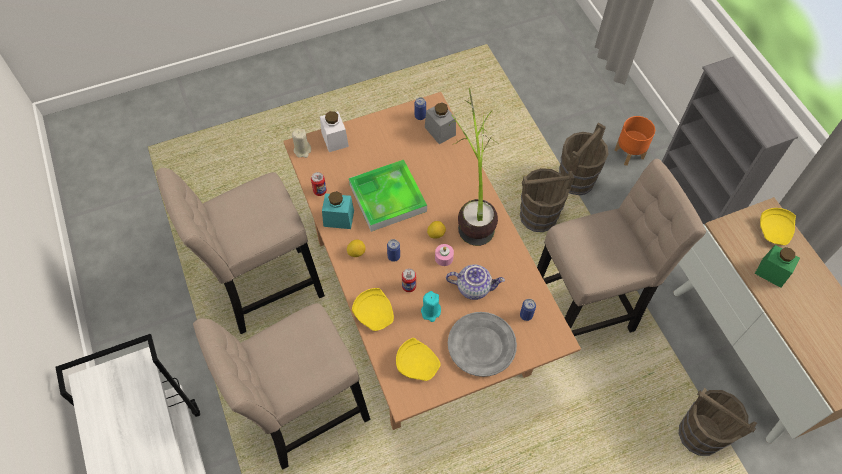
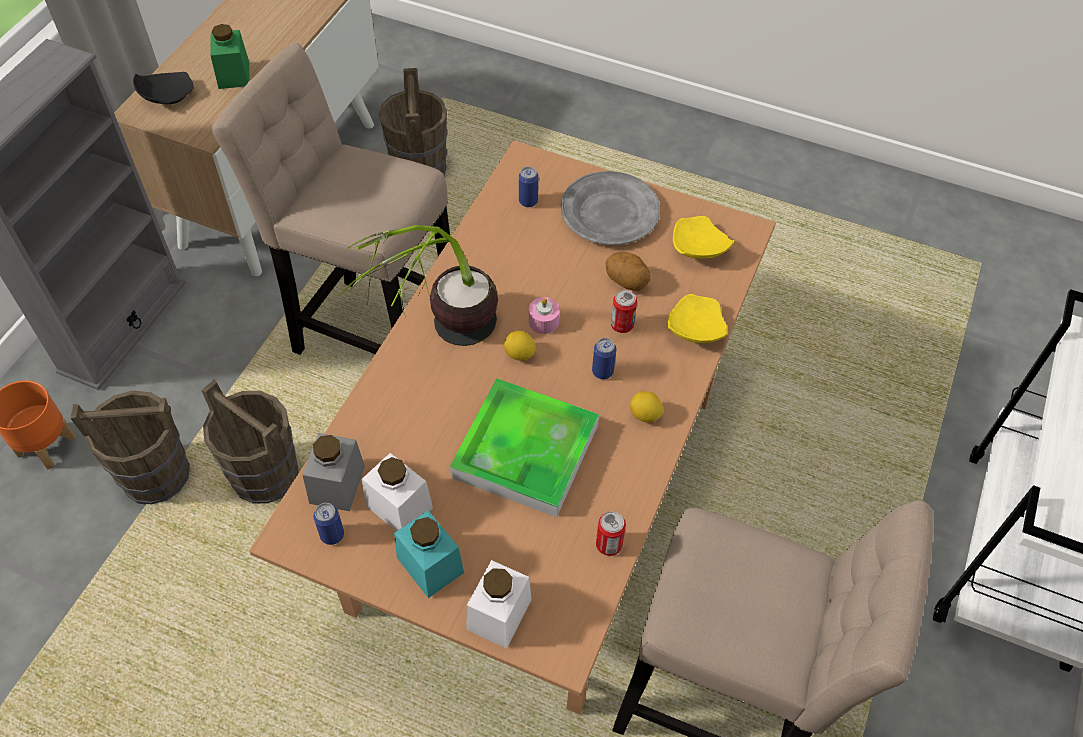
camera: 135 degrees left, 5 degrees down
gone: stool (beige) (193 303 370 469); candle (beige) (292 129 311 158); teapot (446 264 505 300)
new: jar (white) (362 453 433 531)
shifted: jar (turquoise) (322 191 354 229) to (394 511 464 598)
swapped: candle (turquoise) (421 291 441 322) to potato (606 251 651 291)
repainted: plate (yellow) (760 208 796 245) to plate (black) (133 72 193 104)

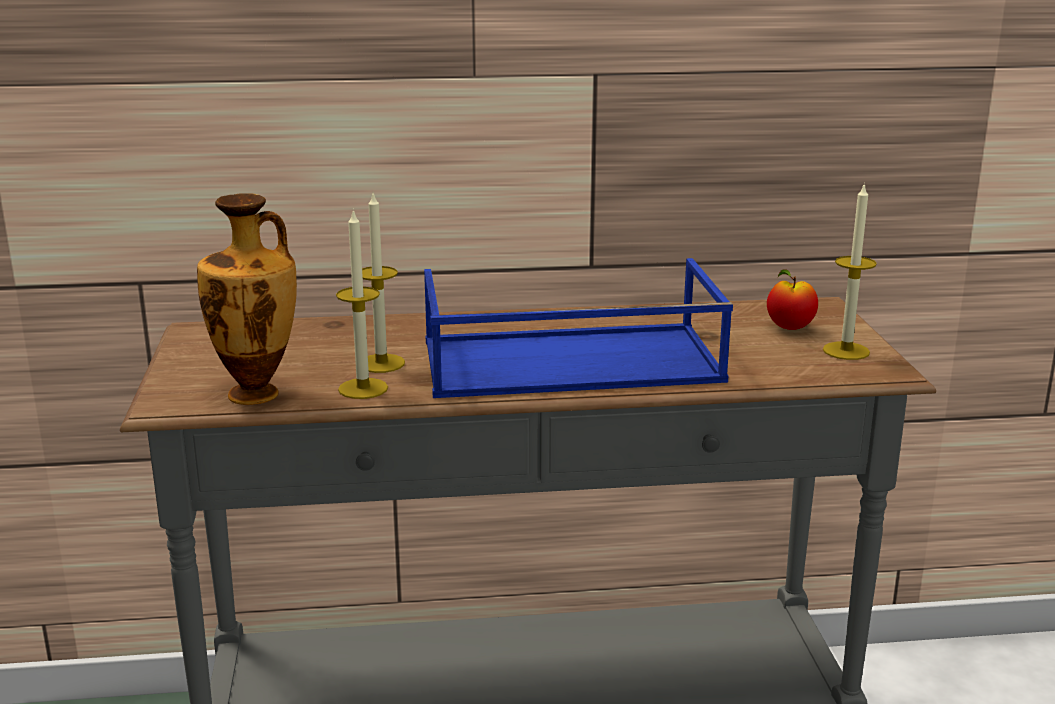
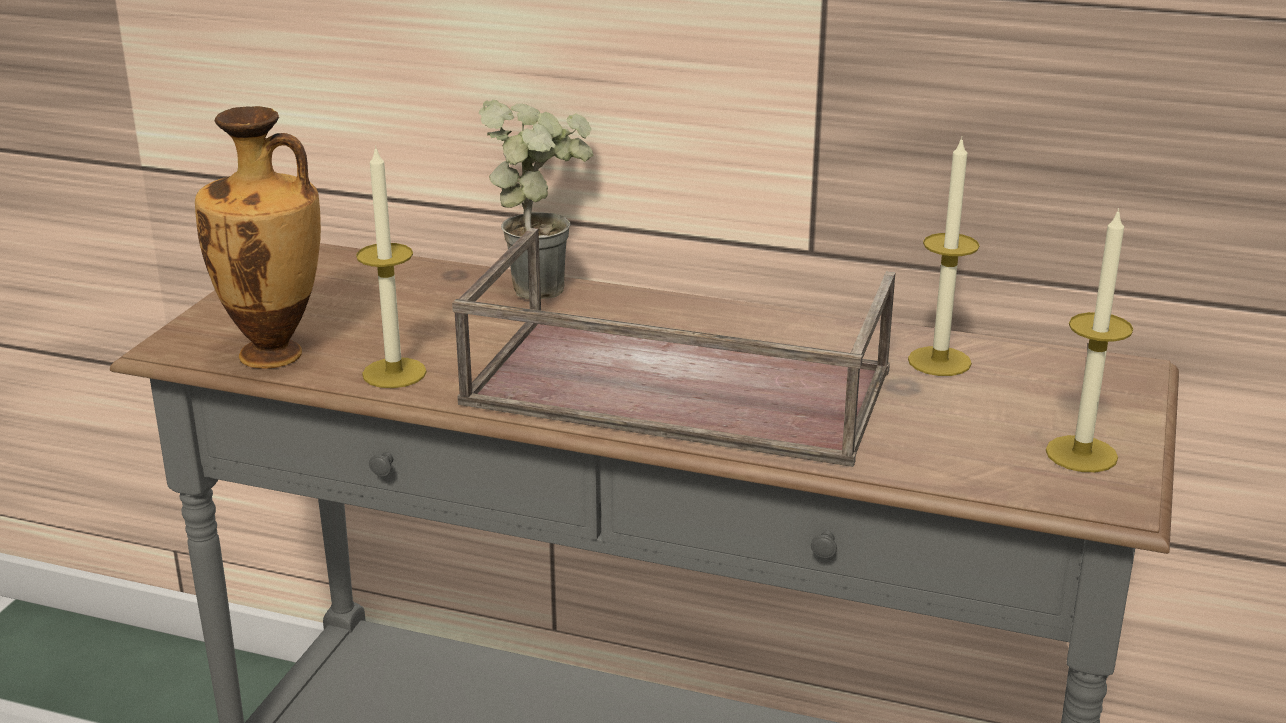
camera: 25 degrees right, 5 degrees up
gone: apple (767 269 818 330)
new: potted plant (479 99 594 299)
shifted: candle (362 194 405 373) to (908 137 980 376)
repainted: tray (blue) (424 258 733 398) to tray (brown) (452 228 896 467)

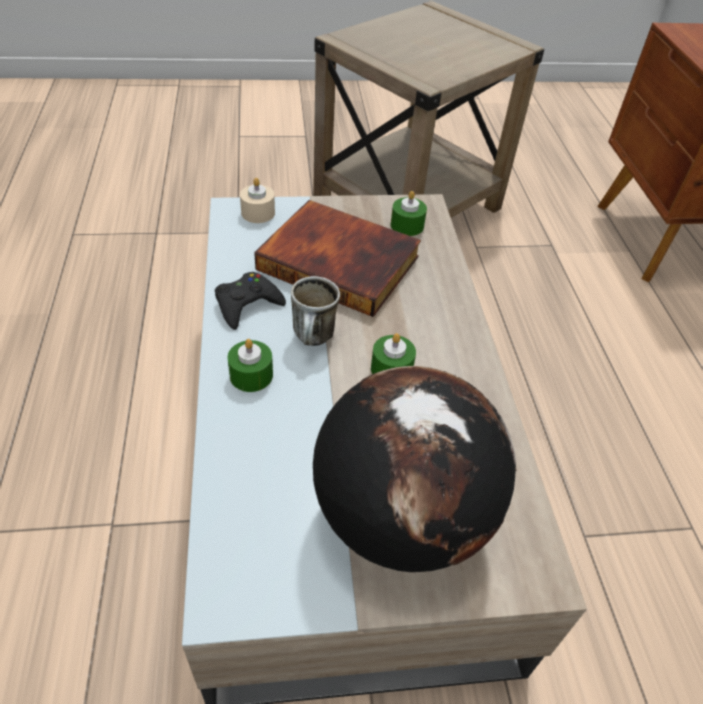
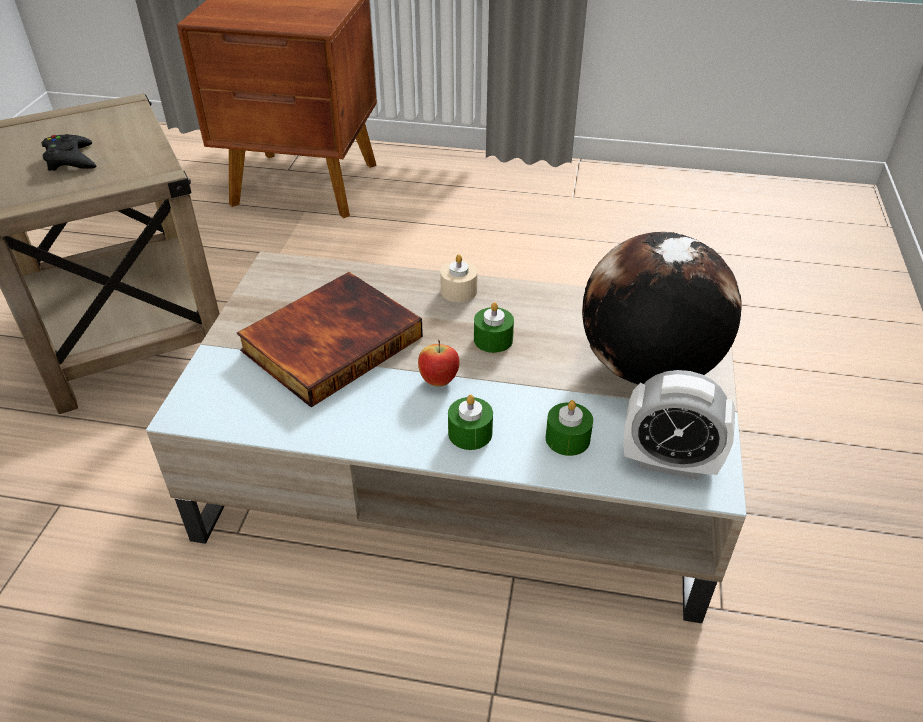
camera: 70 degrees left, 5 degrees down
new: alarm clock (623 370 735 480)
shifted: game controller (black) (215 272 286 330) to (42 134 96 171); candle (beige) (240 178 275 223) to (440 254 478 302); candle (green) (391 191 427 236) to (546 400 593 456)
swapped: mug (291 276 340 346) to apple (418 340 460 387)

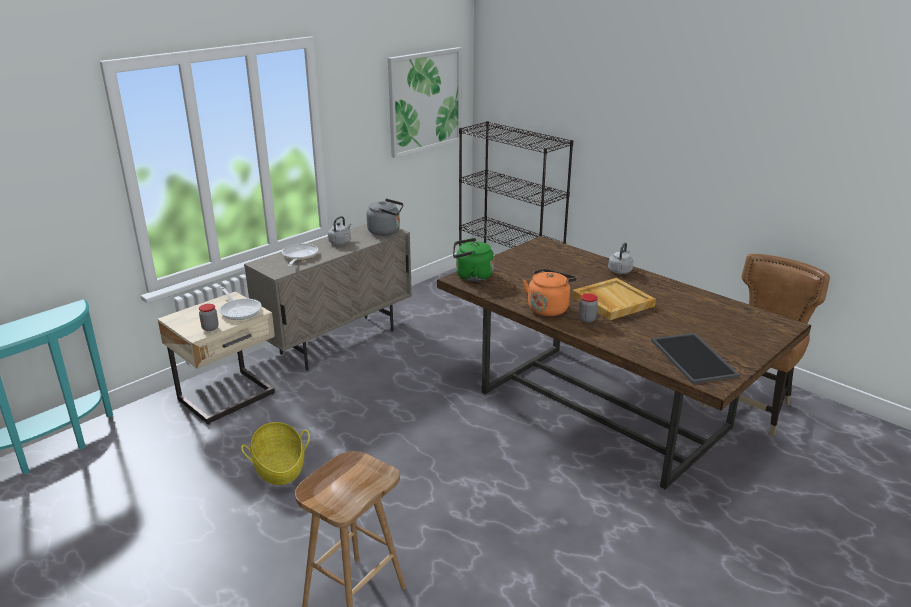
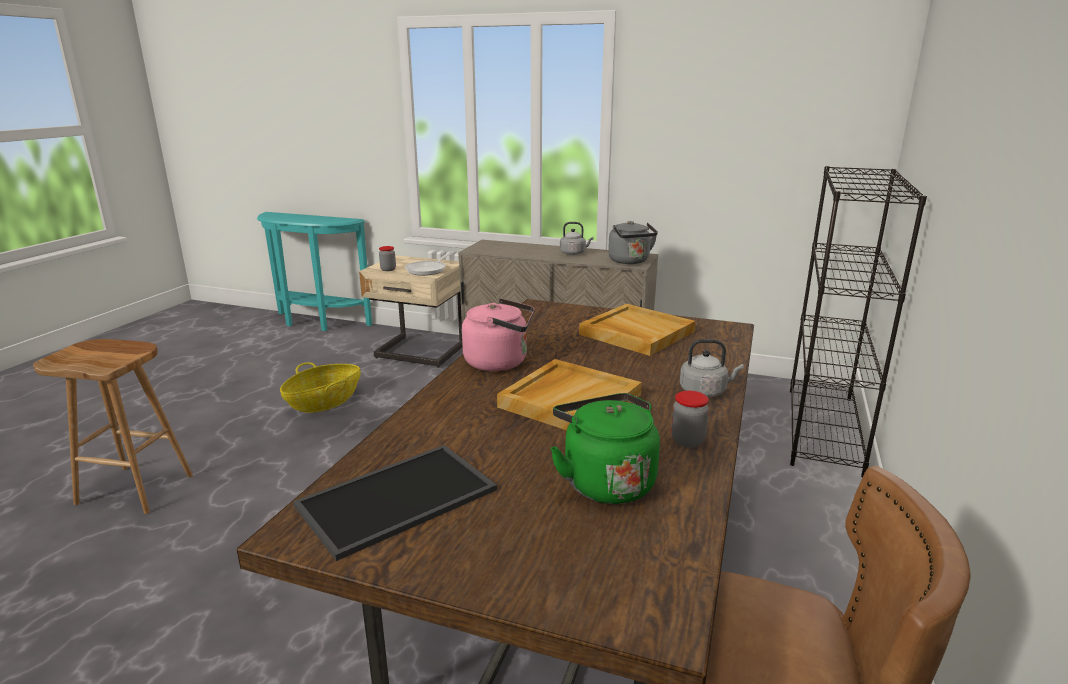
camera: 65 degrees right, 5 degrees down
gone: frying pan (282 244 318 267); picture (388 47 462 158)
new: tray (beige) (579 304 695 356)
shifted: kettle (green) (453 238 494 281) to (550 393 660 504); jar (579 293 598 323) to (671 391 709 448)
repainted: kettle (orange) (522 268 577 316) to kettle (pink) (462 298 534 371)

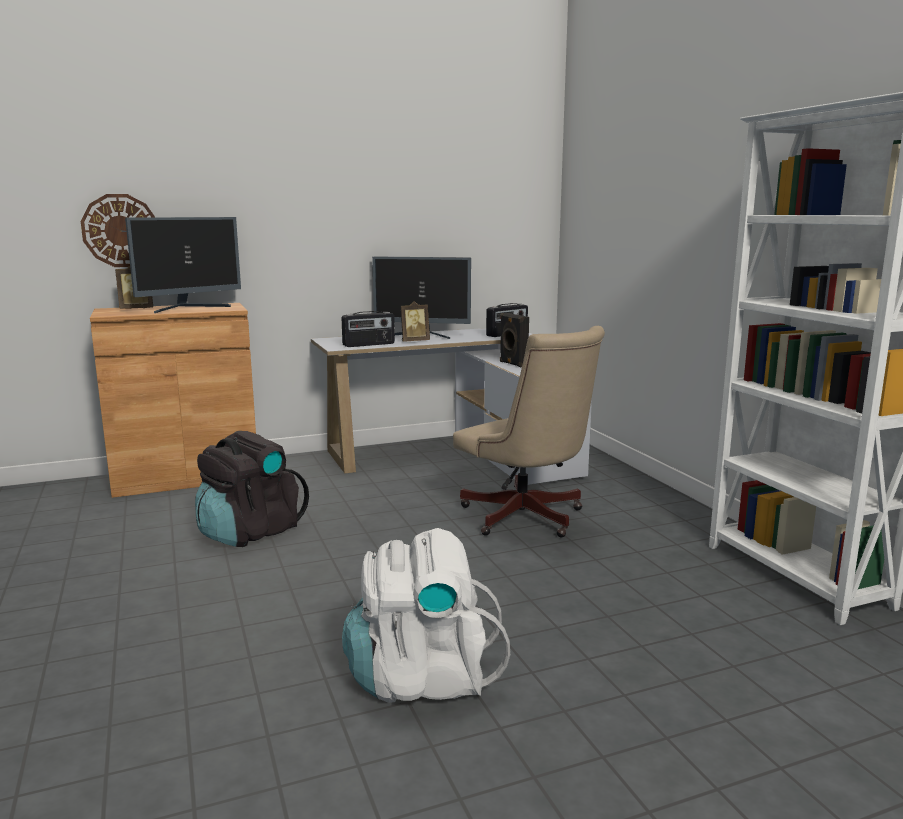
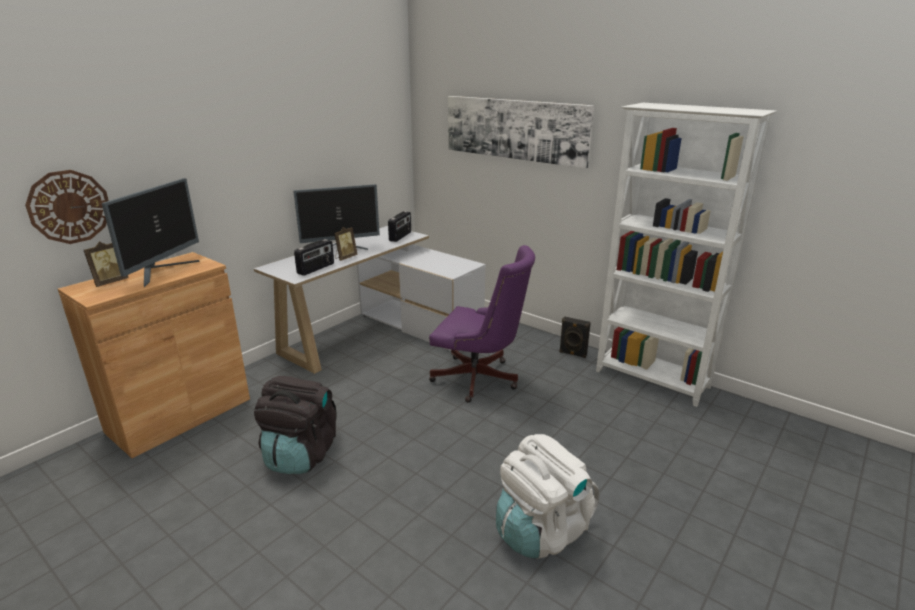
camera: 30 degrees left, 10 degrees up
new: picture (448 96 594 168)
shifted: speaker (black) (500 313 529 368) to (559 316 591 358)
repainted: office chair (beige) (453 326 605 537) to office chair (purple) (429 245 535 403)

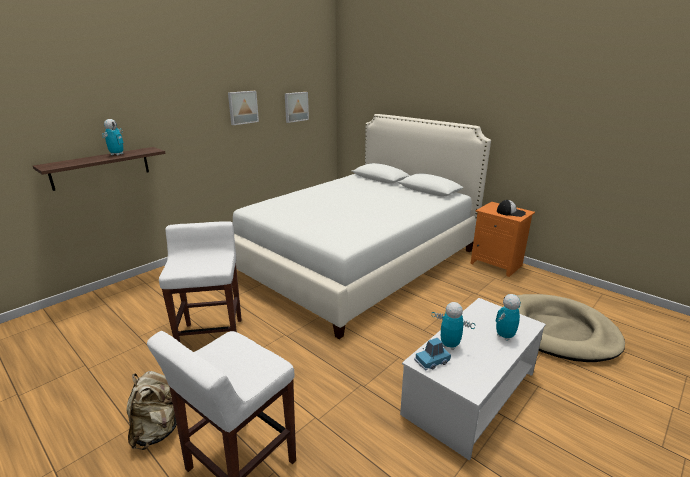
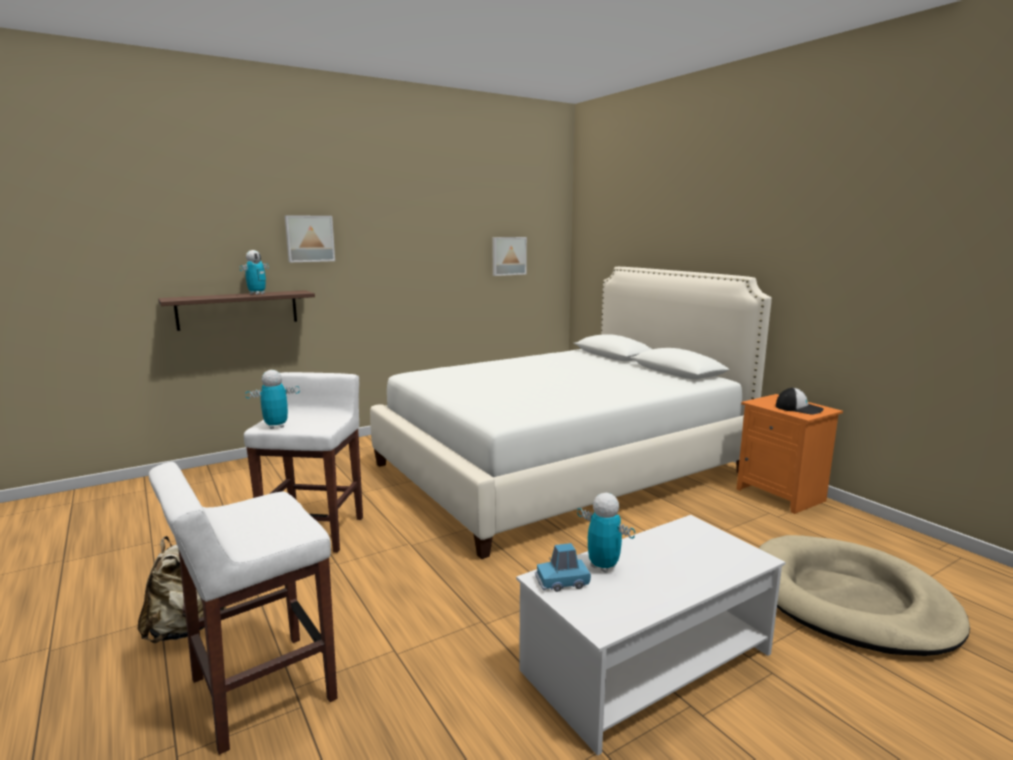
camera: 15 degrees right, 10 degrees down
shifted: picture (228 91 259 125) to (285 215 335 263); toy robot (496 294 521 341) to (245 370 300 429)

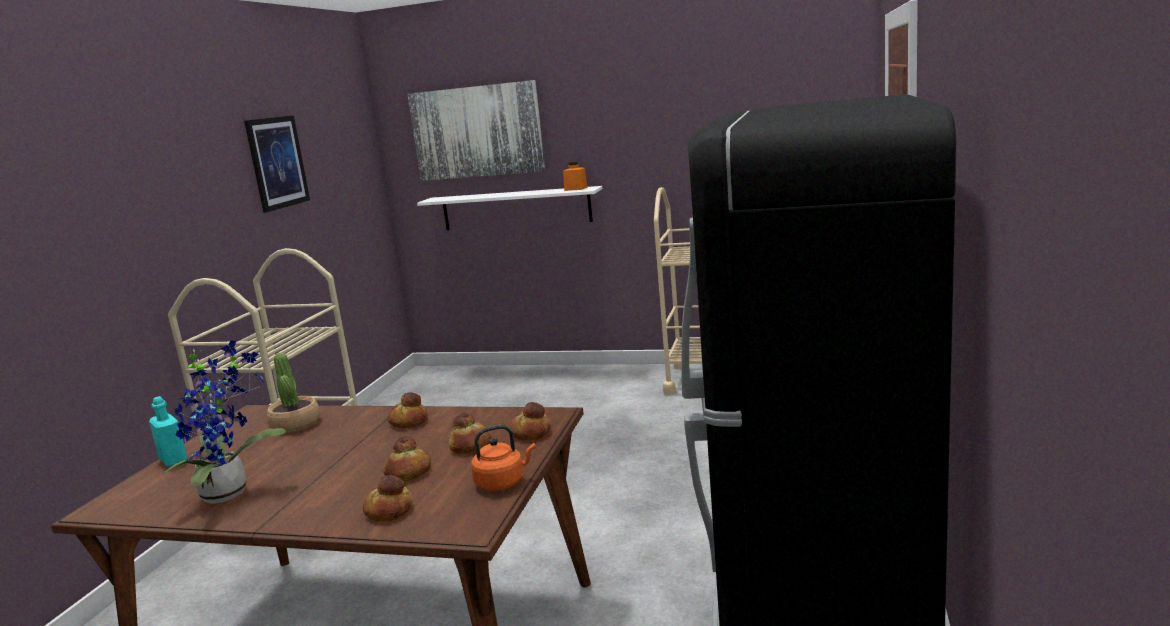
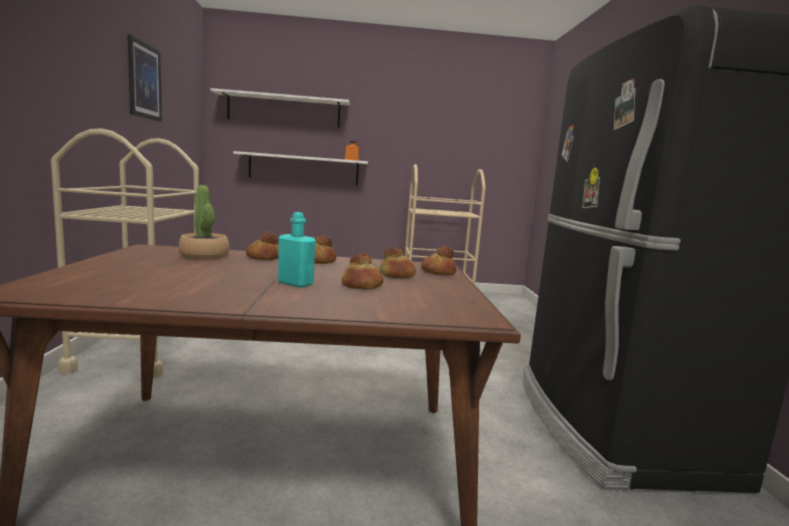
camera: 20 degrees left, 5 degrees down
gone: potted plant (163 340 286 504); kettle (orange) (471 425 536 491)
shifted: bottle (turquoise) (149 396 188 467) to (278 212 316 288); bread (363 475 413 522) to (246 231 279 260)
swapped: picture (407 80 546 181) to shelf (white) (210 88 350 128)

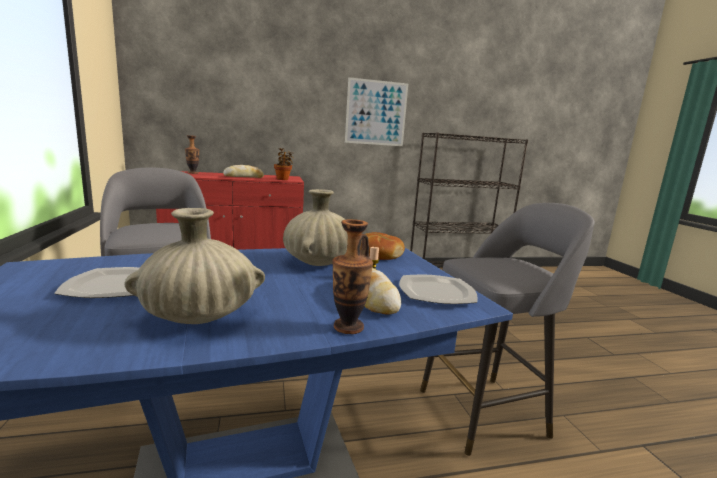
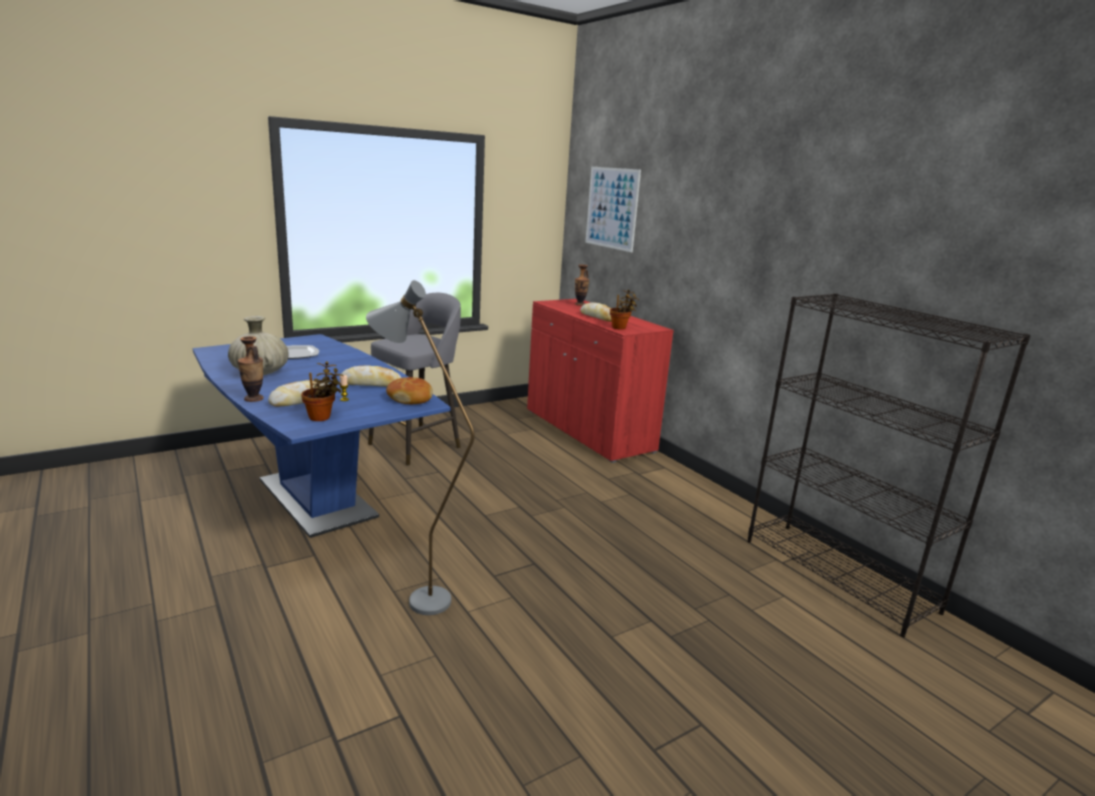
camera: 70 degrees right, 5 degrees up
shifted: picture (345 77 408 146) to (585 167 641 252)
swapped: vase (beige) (283 189 348 266) to bread (341 365 401 387); plate (399 275 478 304) to potted plant (301 361 344 421); stool (grey) (420 203 595 456) to floor lamp (grey) (366 280 475 615)

